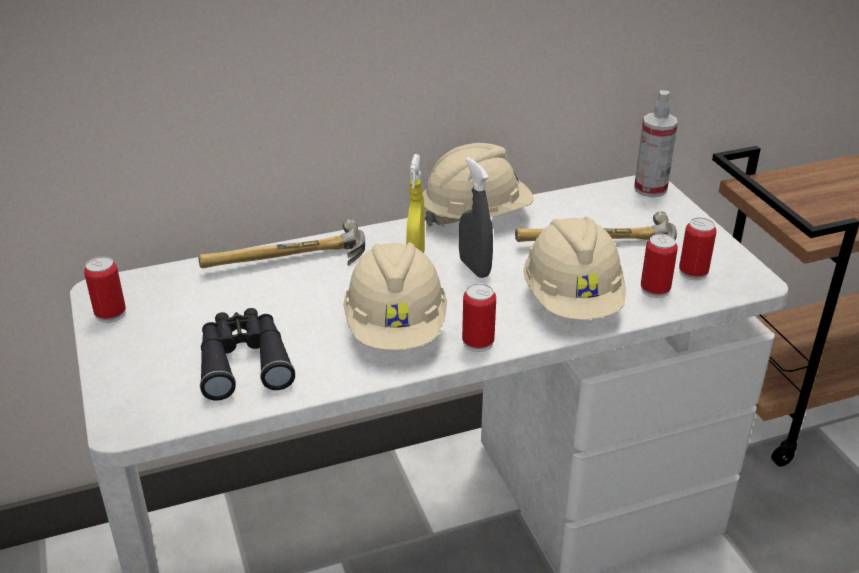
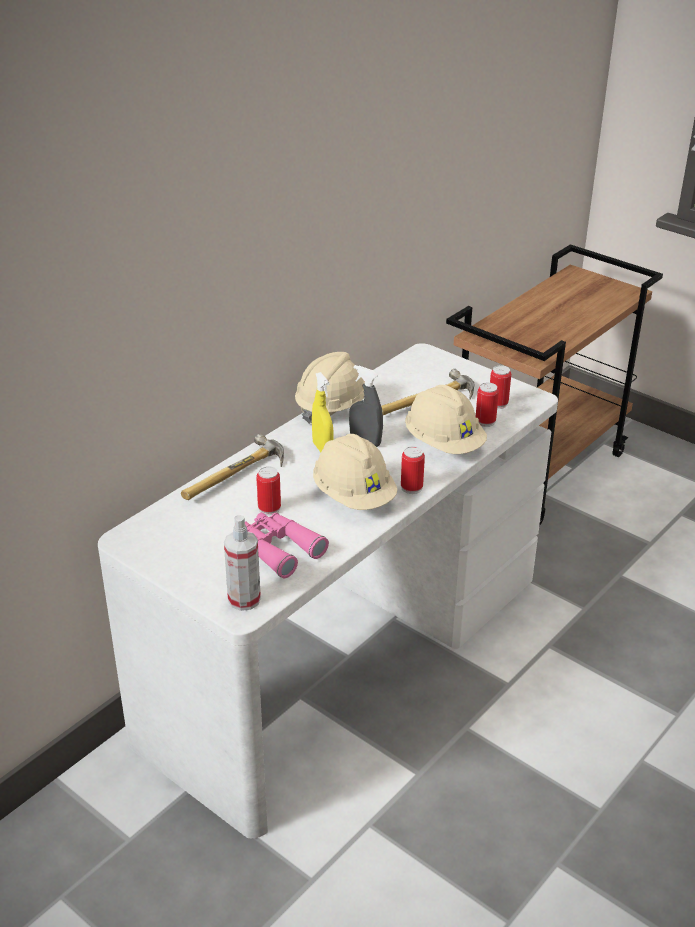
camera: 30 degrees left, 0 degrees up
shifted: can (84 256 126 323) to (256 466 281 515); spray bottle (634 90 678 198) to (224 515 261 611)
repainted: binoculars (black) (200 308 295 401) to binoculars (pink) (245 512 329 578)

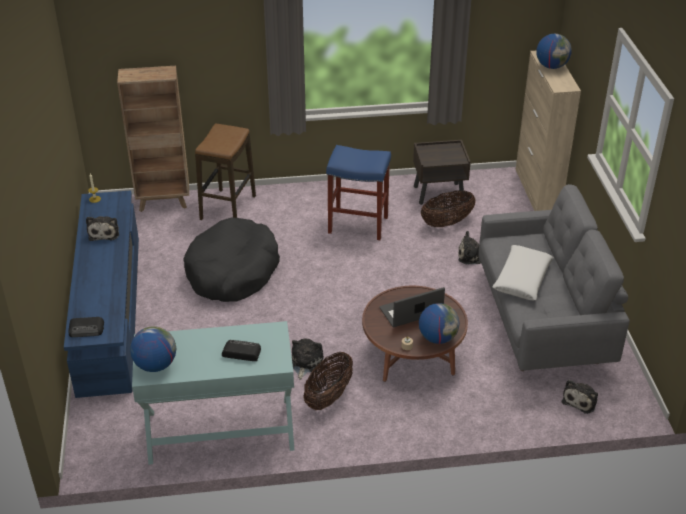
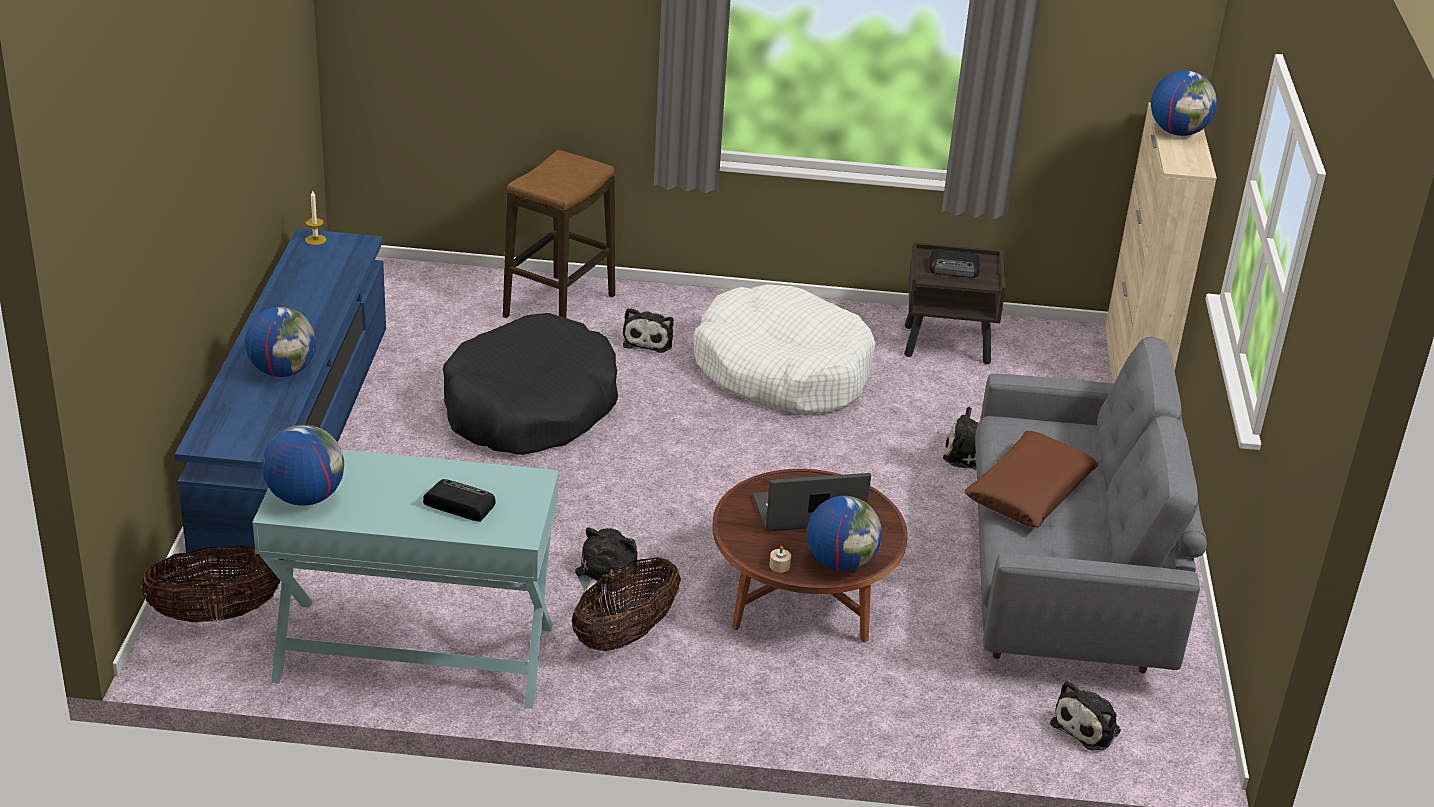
camera: 10 degrees right, 5 degrees down
gone: bookcase (brown) (117 66 189 212)
new: globe (245 307 317 377)
shifted: radio (68 317 104 337) to (929 249 980 278); plush toy (86 216 119 241) to (623 308 674 353); basket (421 190 476 227) to (141 545 280 622)
swapped: stool (blue) (326 145 391 240) to dog bed (white) (694 284 876 416)
repainted: pillow (white) (492 245 554 300) to pillow (brown) (964 431 1098 527)

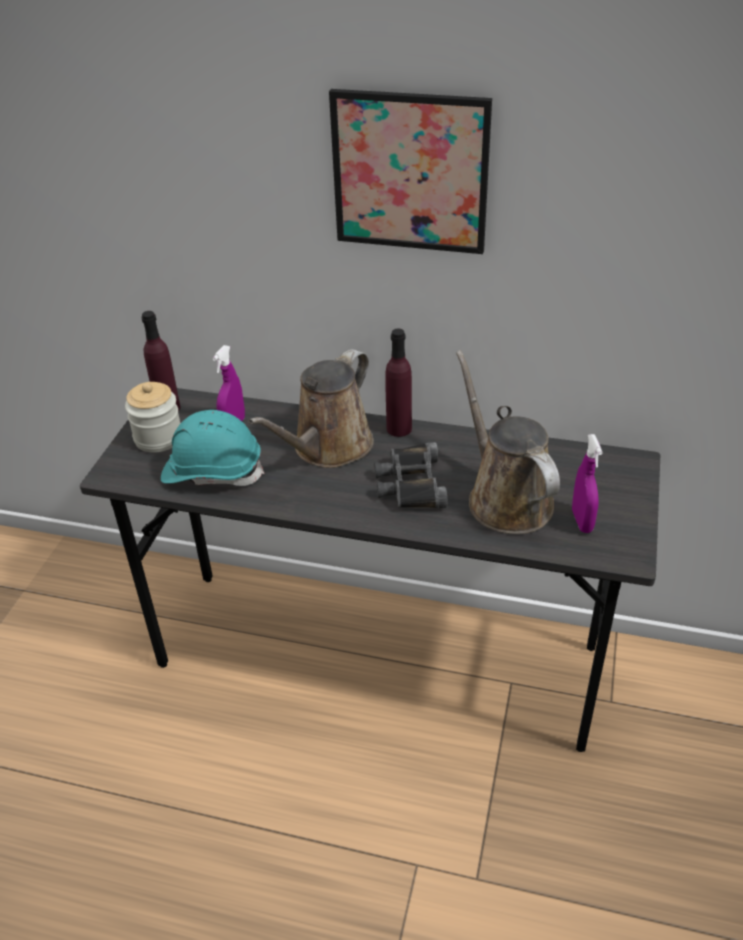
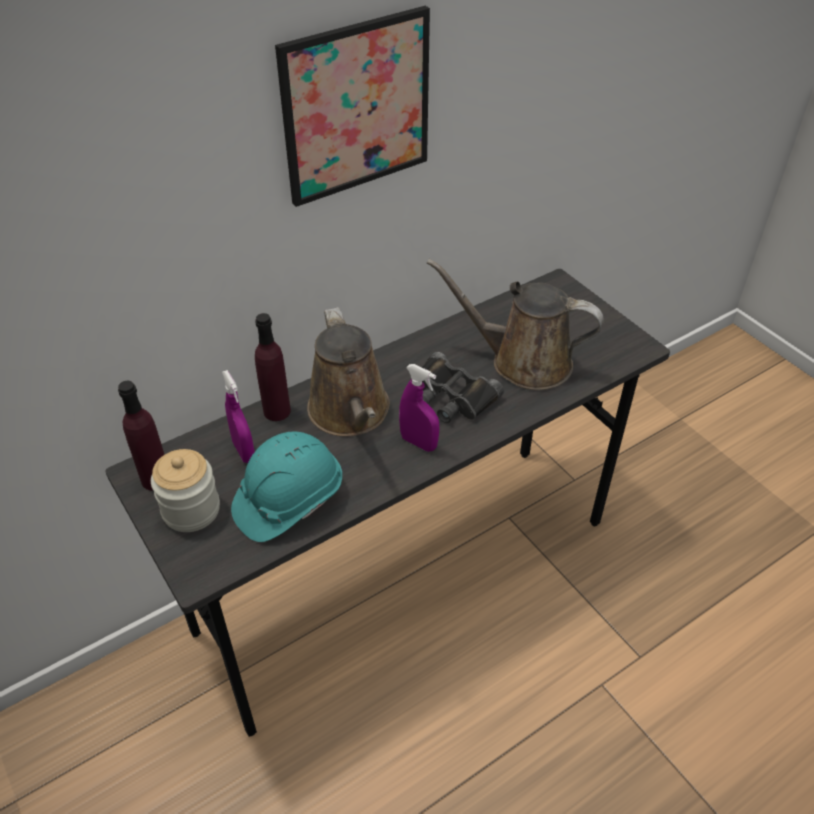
camera: 50 degrees left, 5 degrees up
shifted: bottle (purple) (385 329 412 437) to (255 313 291 421); spray bottle (purple) (572 434 603 533) to (399 364 439 452)

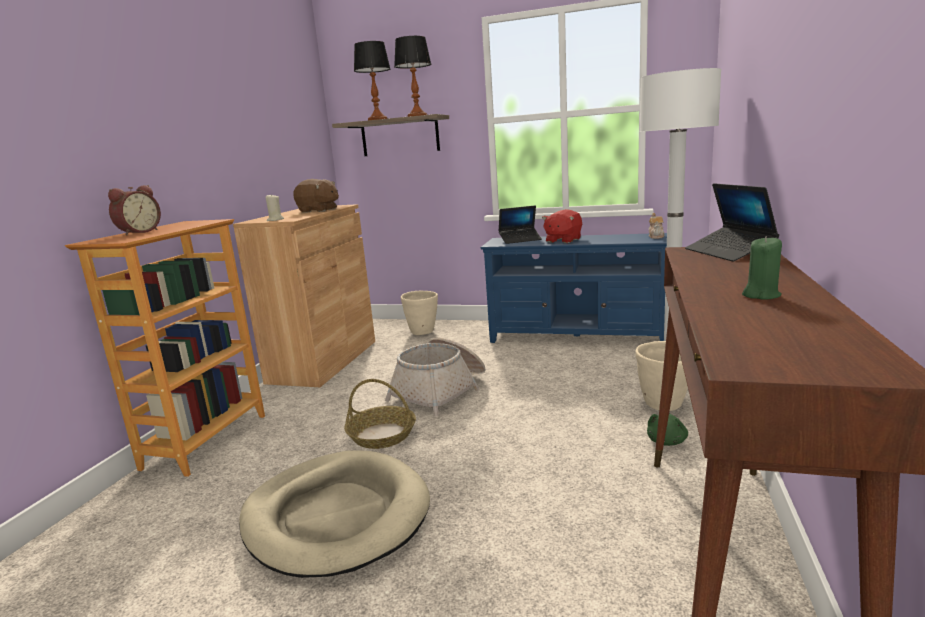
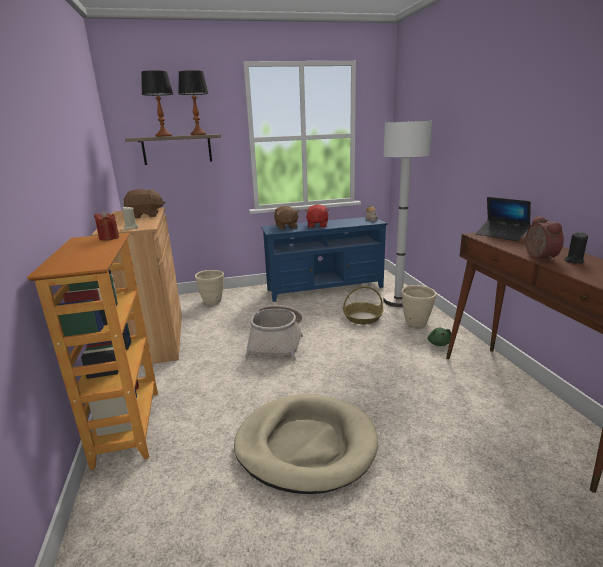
camera: 30 degrees left, 5 degrees up
new: candle (red) (94 211 119 241)
shifted: alarm clock (108 185 161 235) to (525 216 564 261); basket (344 379 416 449) to (343 286 383 325)
swapped: laptop (498 206 542 244) to plush toy (brown) (274 206 299 230)
repainted: candle (green) (742 236 782 300) to candle (black) (565 232 588 264)

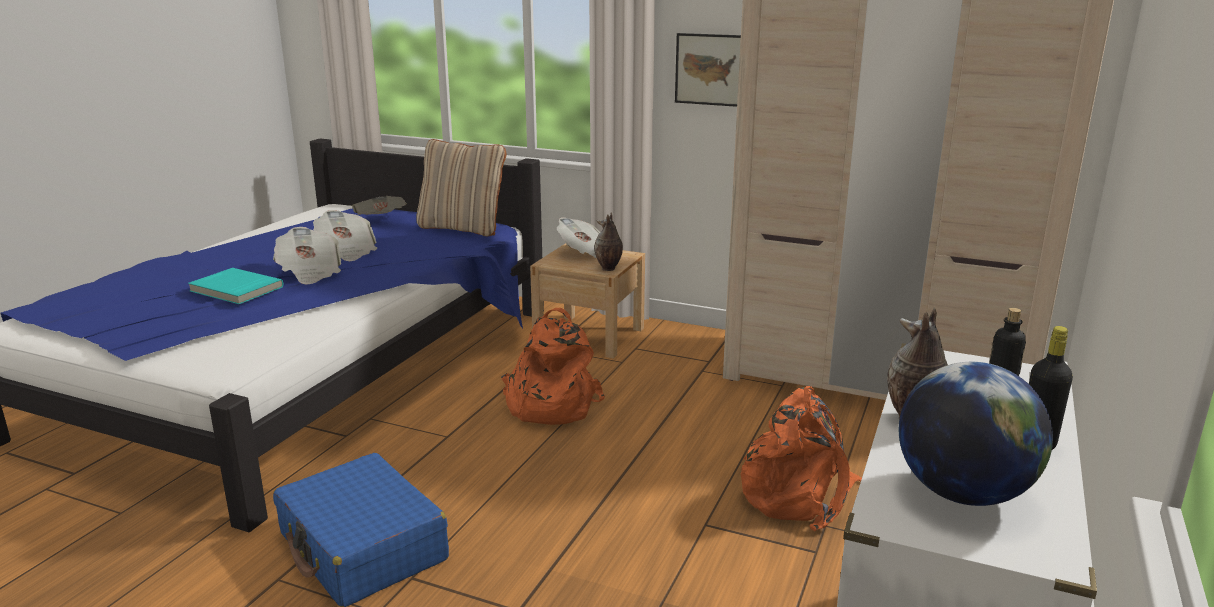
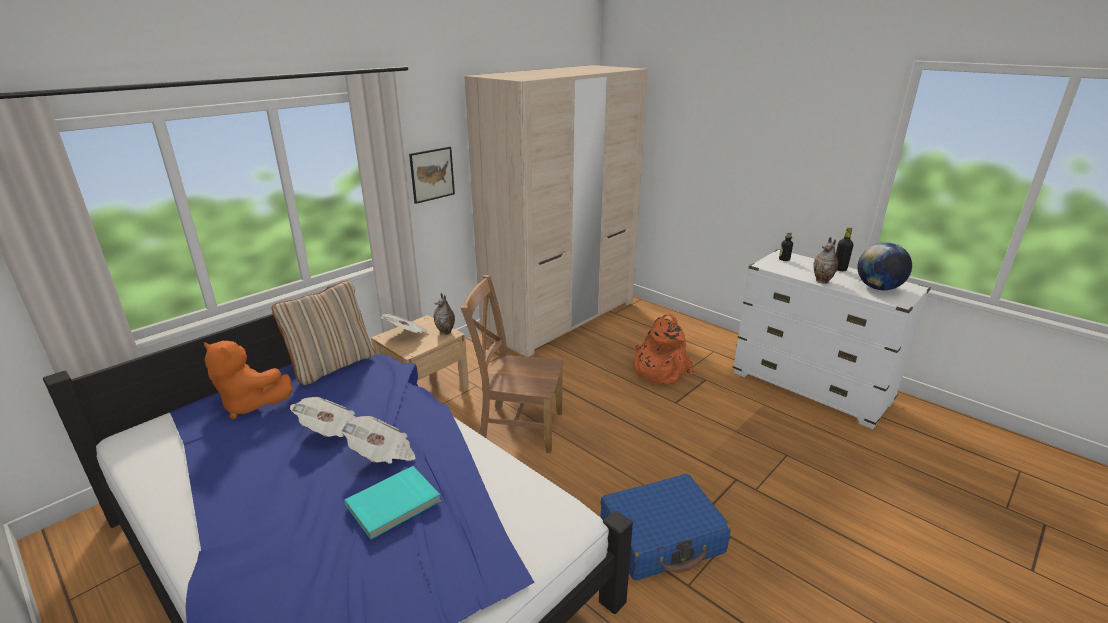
camera: 70 degrees left, 5 degrees up
swapped: newspaper (351 196 407 215) to plush toy (orange) (204 341 292 419); backpack (orange) (501 308 605 425) to chair (brown) (460 275 564 453)

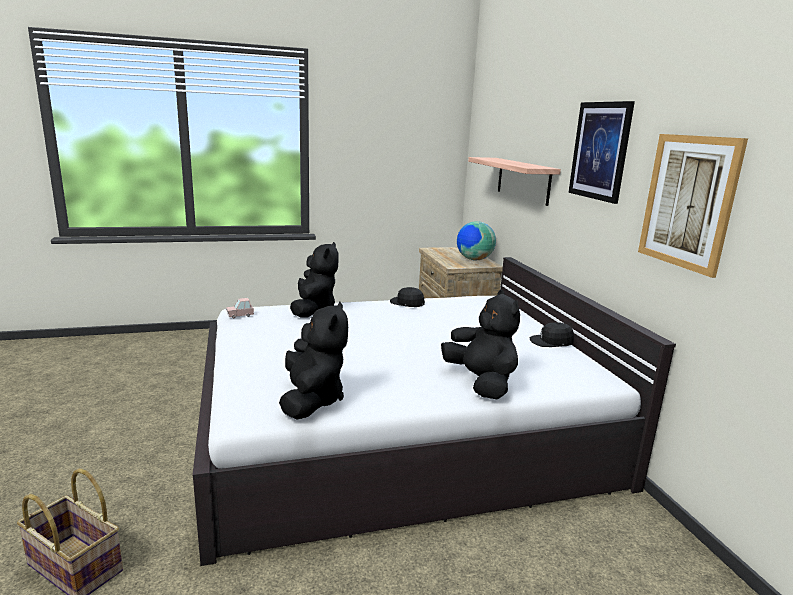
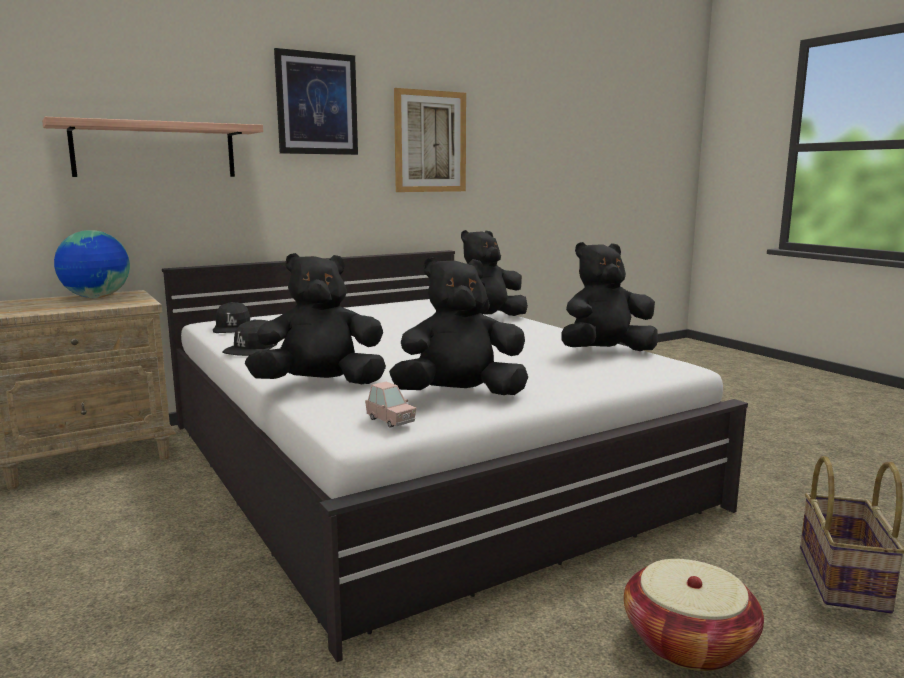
camera: 105 degrees left, 5 degrees down
new: plush toy (black) (389 257 528 395); basket (624 559 764 671)
shifted: cap (black) (529 322 574 347) to (213 302 250 333)

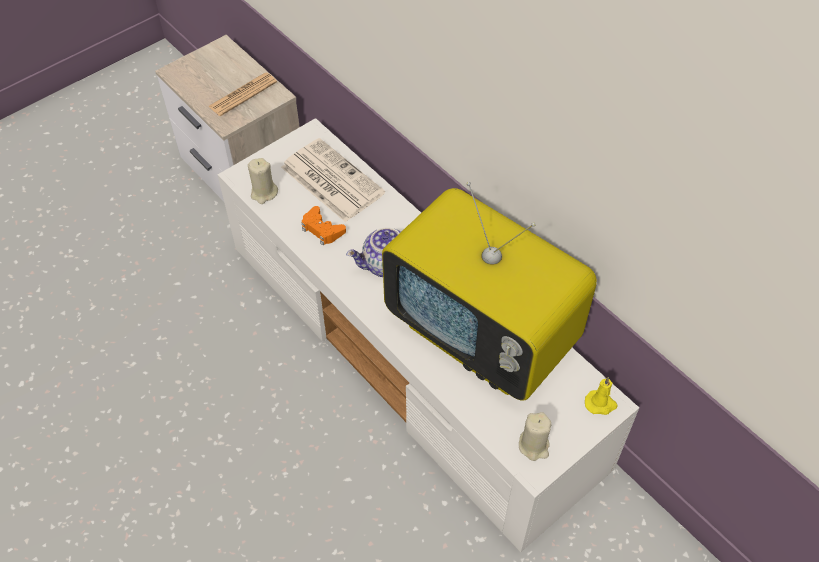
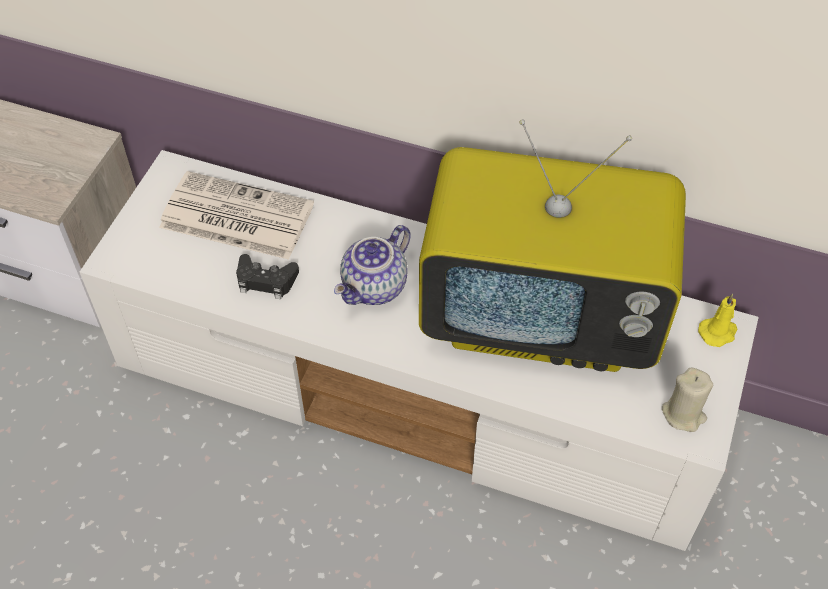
camera: 30 degrees left, 0 degrees up
gone: newspaper (208 72 277 116); candle (beige) (248 158 278 204)
repainted: game controller (orange) (302 206 346 246) to game controller (black) (236 254 299 299)

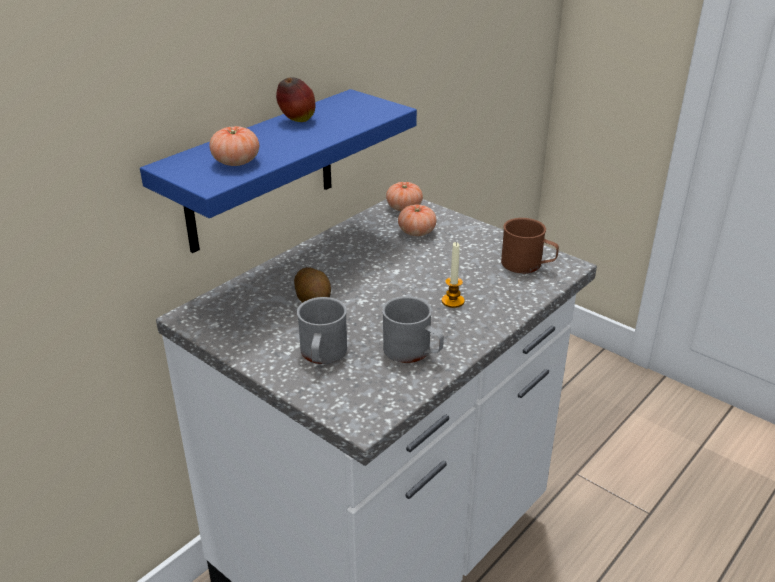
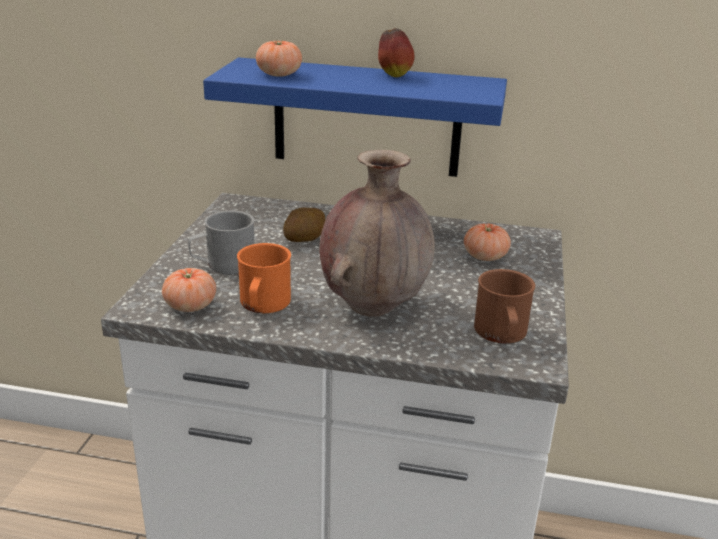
camera: 60 degrees right, 5 degrees down
shifted: tomato (386 182 423 211) to (162 268 216 312)
swapped: candle (442 242 465 308) to vase (brown) (319 150 435 316)
repainted: mug (grey) (382 296 444 363) to mug (orange) (237 243 291 313)

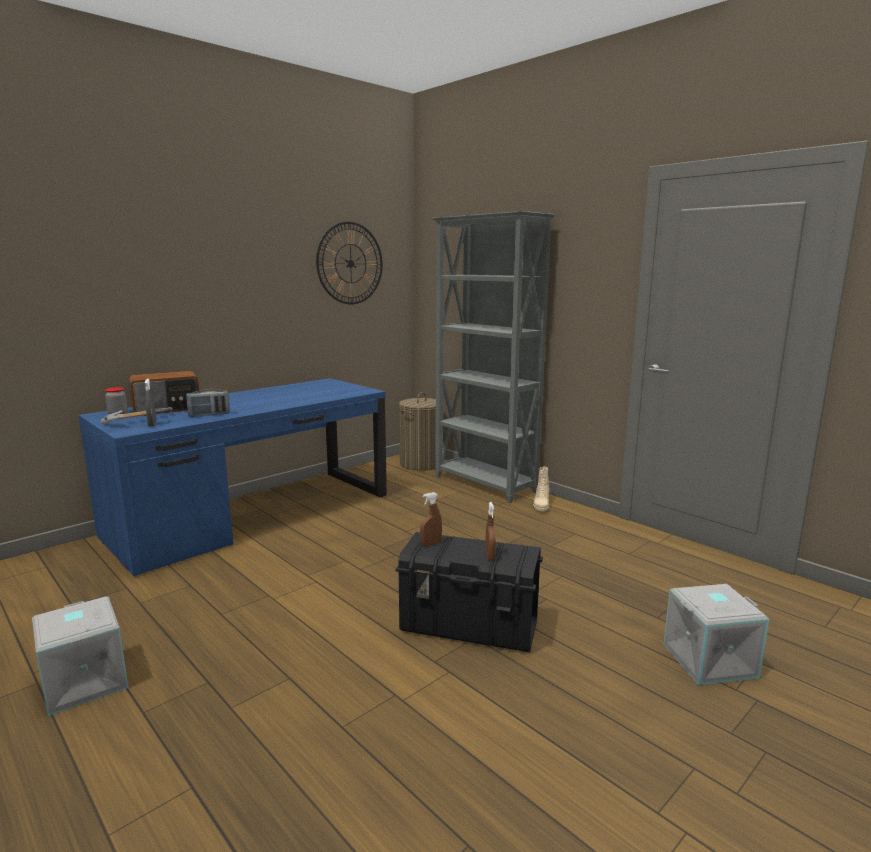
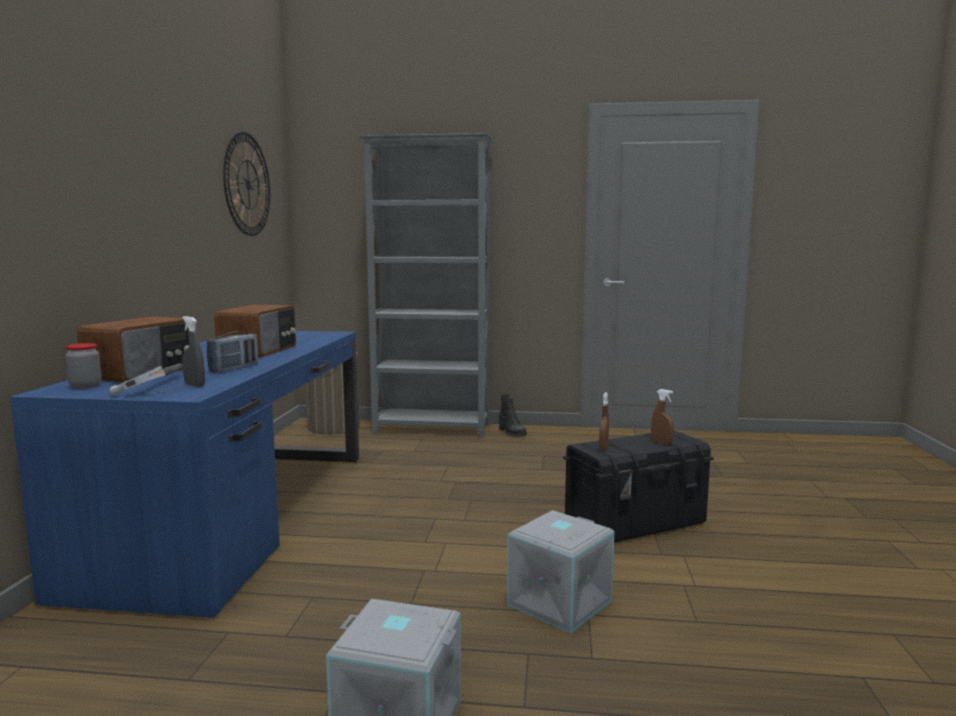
camera: 40 degrees left, 5 degrees down
new: radio (214 305 296 357)
shifted: storage box (grey) (663 584 769 685) to (507 510 614 634)
repainted: boot (beige) (533 467 550 511) to boot (black) (499 394 527 436)

